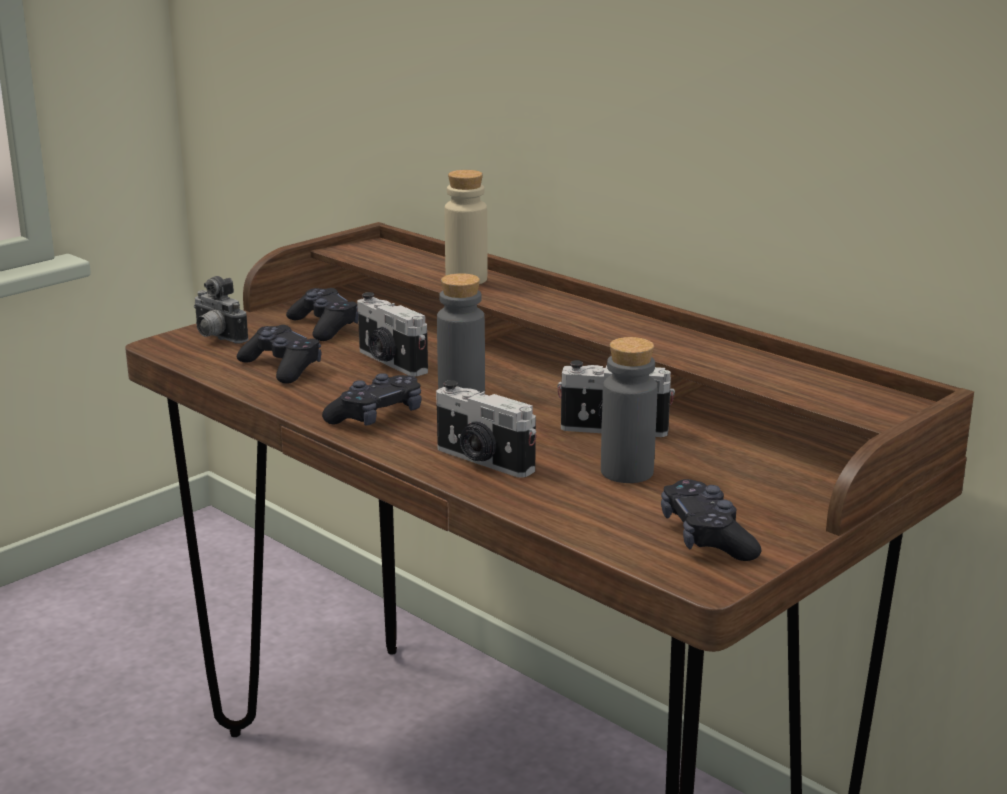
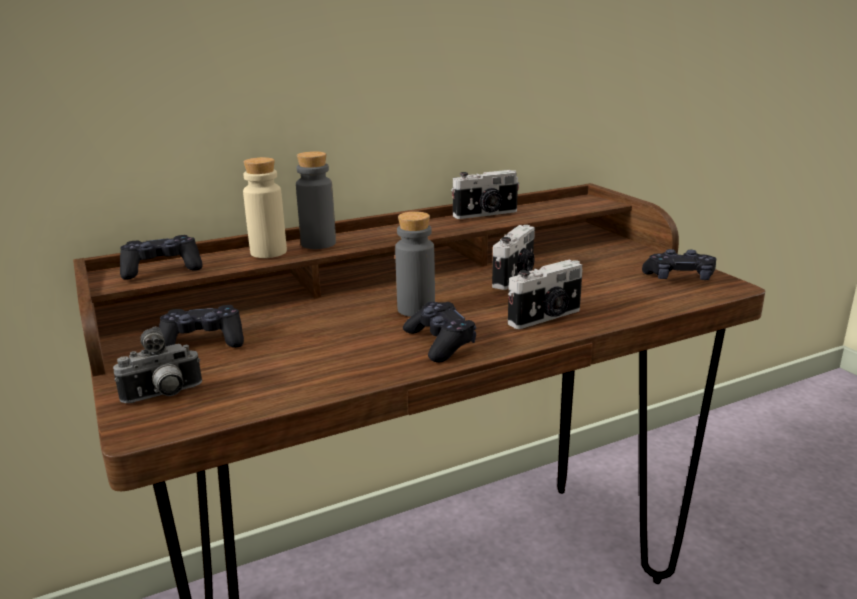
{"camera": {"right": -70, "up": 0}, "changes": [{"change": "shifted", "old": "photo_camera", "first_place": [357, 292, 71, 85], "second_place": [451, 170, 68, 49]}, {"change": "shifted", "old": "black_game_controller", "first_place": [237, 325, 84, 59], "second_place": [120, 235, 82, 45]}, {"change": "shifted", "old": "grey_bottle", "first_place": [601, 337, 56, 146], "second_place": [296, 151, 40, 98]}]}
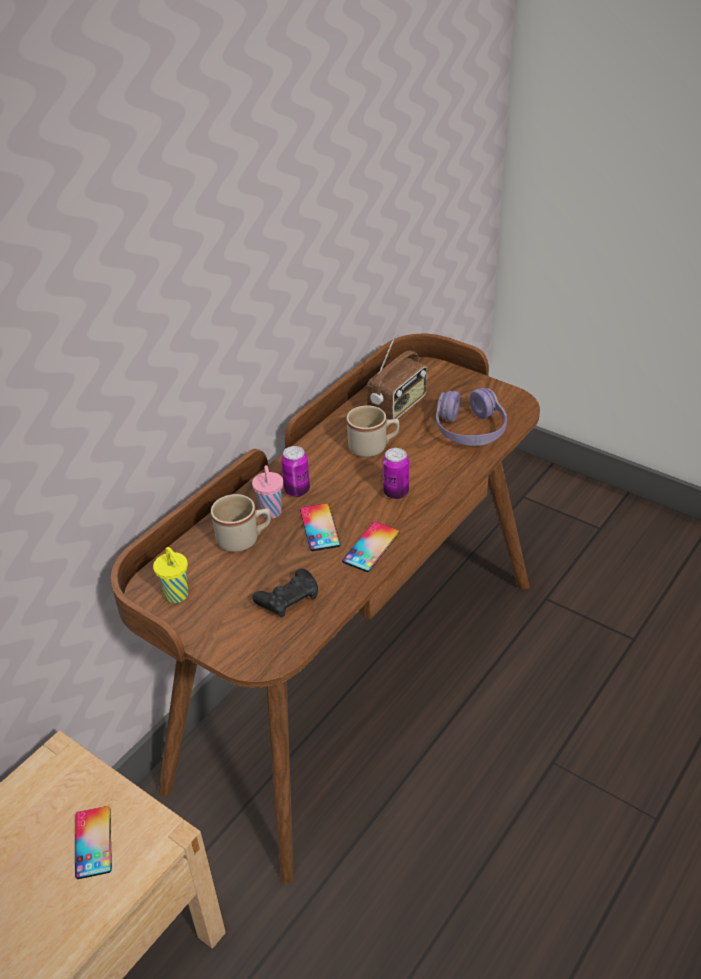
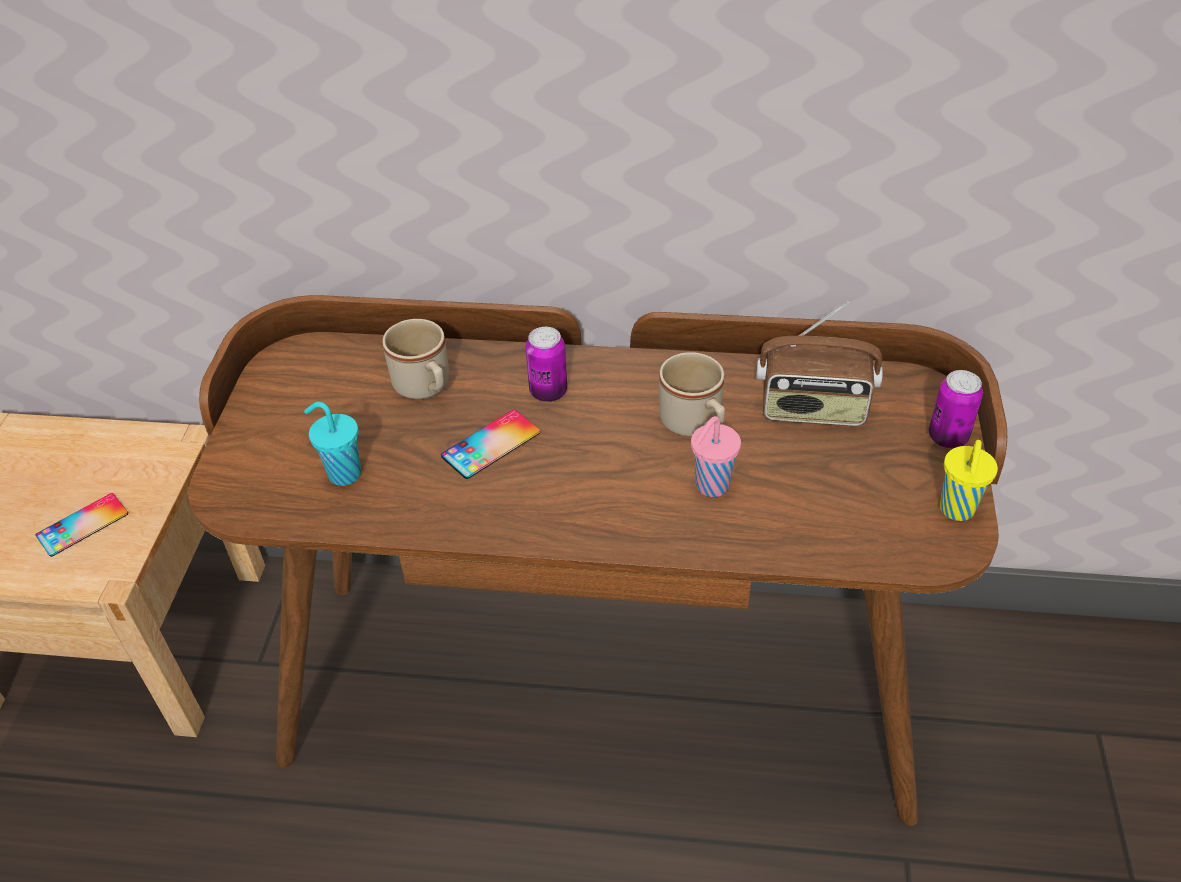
{"camera": {"right": 60, "up": 5}, "changes": [{"change": "gone", "old": "purple_headphones", "first_place": [436, 388, 71, 58]}, {"change": "shifted", "old": "can", "first_place": [383, 448, 26, 51], "second_place": [929, 370, 54, 78]}, {"change": "shifted", "old": "pink_cup", "first_place": [252, 465, 31, 54], "second_place": [691, 416, 50, 81]}, {"change": "gone", "old": "phone", "first_place": [342, 522, 58, 50]}, {"change": "shifted", "old": "yellow_cup", "first_place": [153, 547, 35, 56], "second_place": [940, 440, 58, 81]}, {"change": "swapped", "old": "black_game_controller", "new": "turquoise_cup", "first_place": [252, 569, 66, 49], "second_place": [304, 402, 57, 84]}]}
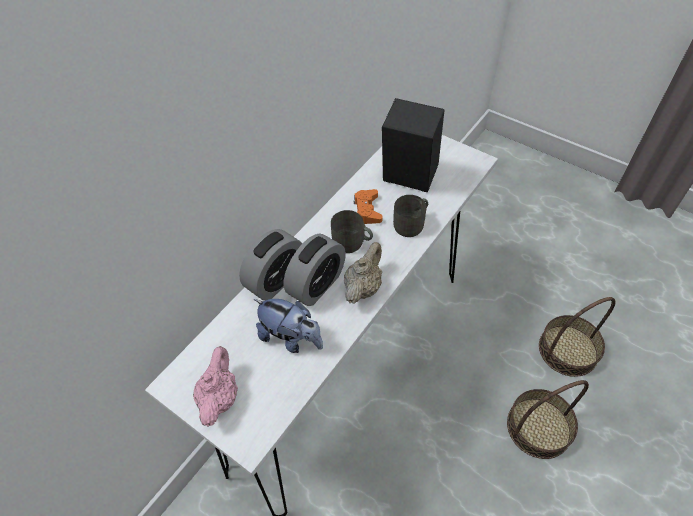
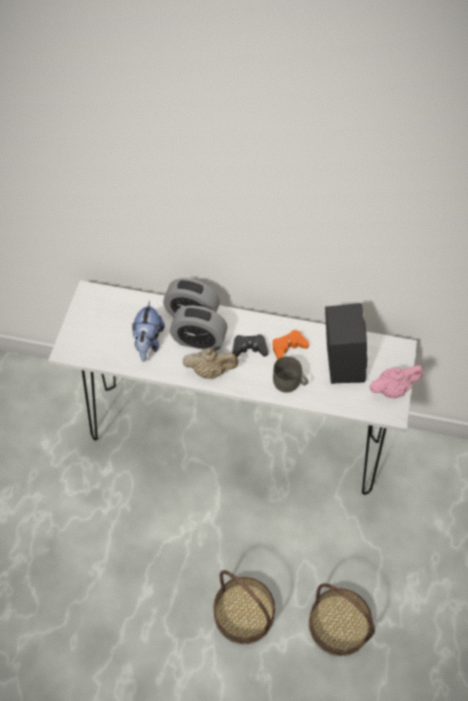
{"camera": {"right": 65, "up": 5}, "changes": [{"change": "swapped", "old": "grey_mug", "new": "black_game_controller", "first_place": [331, 210, 42, 43], "second_place": [232, 334, 36, 23]}, {"change": "shifted", "old": "pink_teapot", "first_place": [193, 346, 45, 80], "second_place": [369, 365, 55, 33]}]}
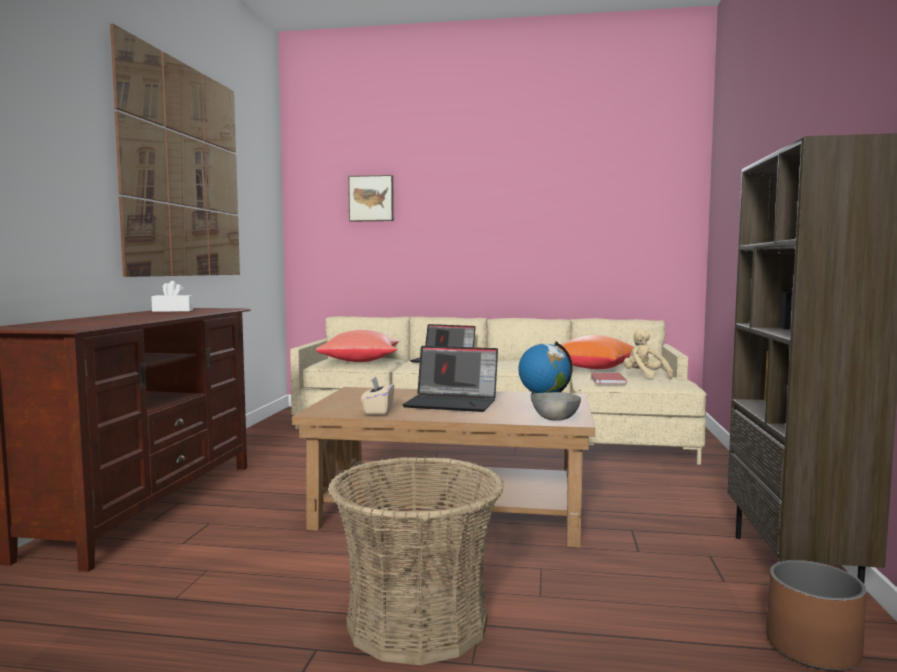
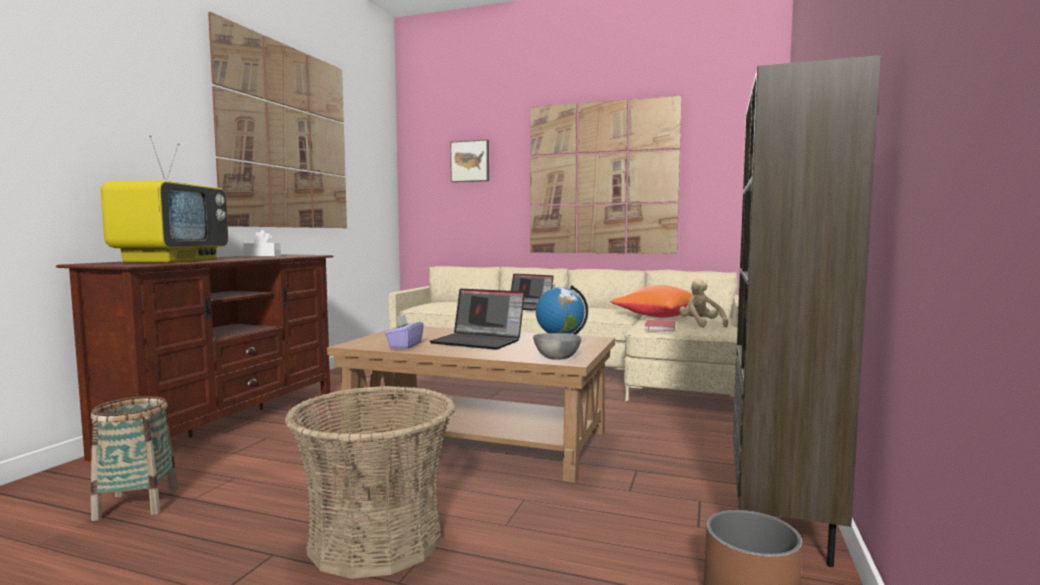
{"camera": {"right": 10, "up": 0}, "changes": [{"change": "gone", "old": "red_pillow", "first_place": [315, 330, 84, 32]}, {"change": "repainted", "old": "beige_tissue_box", "new": "purple_tissue_box", "first_place": [361, 377, 33, 38], "second_place": [385, 314, 39, 35]}, {"change": "new", "new": "picture", "second_place": [530, 95, 152, 159]}, {"change": "new", "new": "television", "second_place": [101, 135, 127, 128]}, {"change": "new", "new": "basket", "second_place": [91, 396, 87, 125]}]}
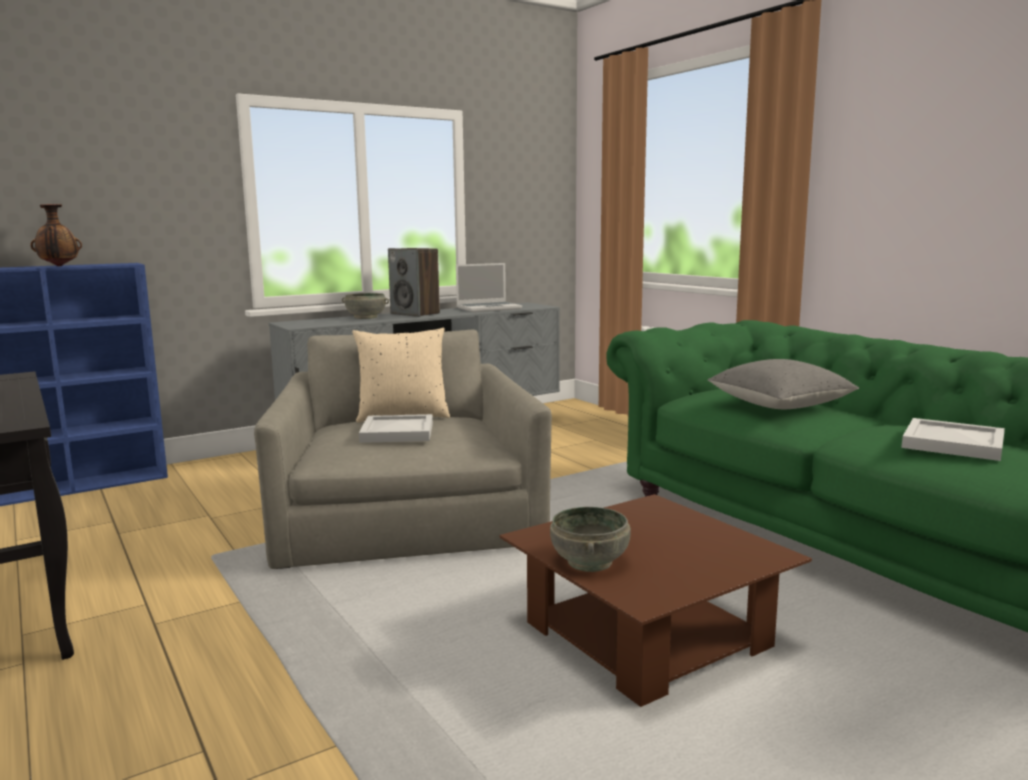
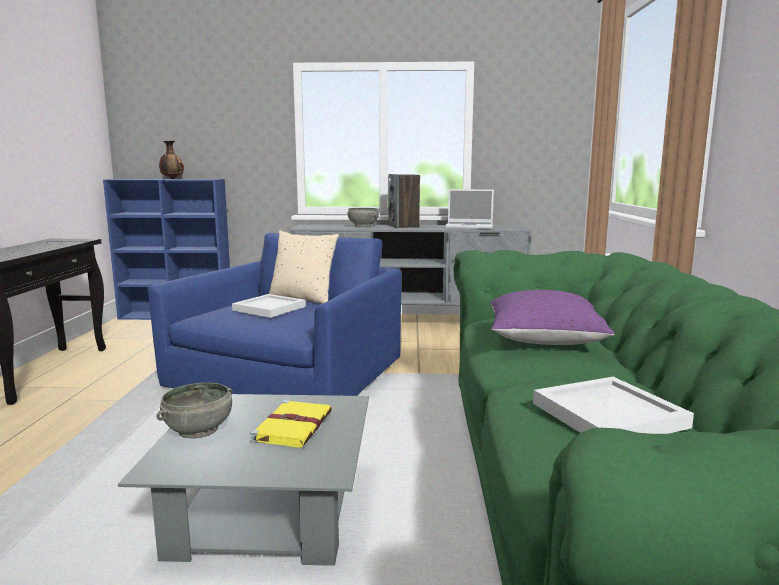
{"camera": {"right": 35, "up": 0}, "changes": [{"change": "repainted", "old": "grey_armchair", "new": "blue_armchair", "first_place": [254, 330, 298, 239], "second_place": [148, 233, 254, 163]}, {"change": "repainted", "old": "grey_pillow", "new": "purple_pillow", "first_place": [708, 359, 151, 50], "second_place": [490, 290, 125, 55]}, {"change": "repainted", "old": "brown_coffee_table", "new": "grey_coffee_table", "first_place": [500, 494, 312, 213], "second_place": [118, 394, 251, 172]}, {"change": "new", "new": "yellow_book", "second_place": [250, 400, 82, 48]}]}
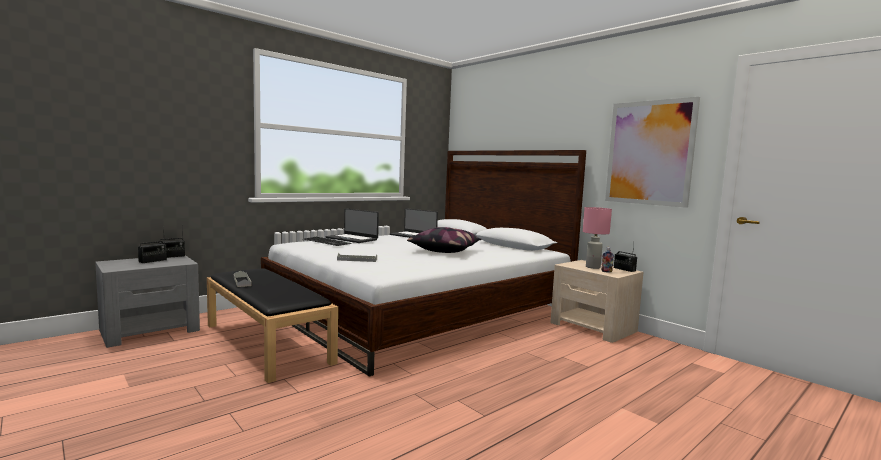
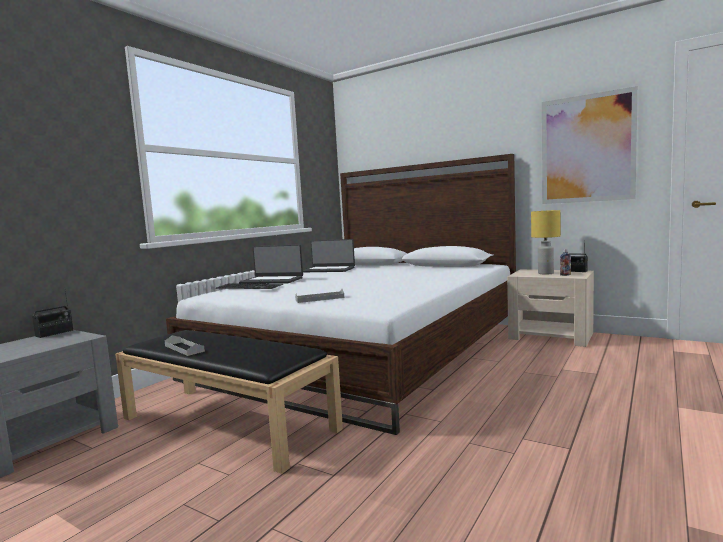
{"camera": {"right": -15, "up": 0}, "changes": [{"change": "repainted", "old": "pink_table_lamp", "new": "yellow_table_lamp", "first_place": [583, 207, 29, 62], "second_place": [531, 210, 29, 65]}, {"change": "gone", "old": "radio", "first_place": [138, 227, 29, 36]}, {"change": "gone", "old": "pillow", "first_place": [407, 227, 74, 26]}]}
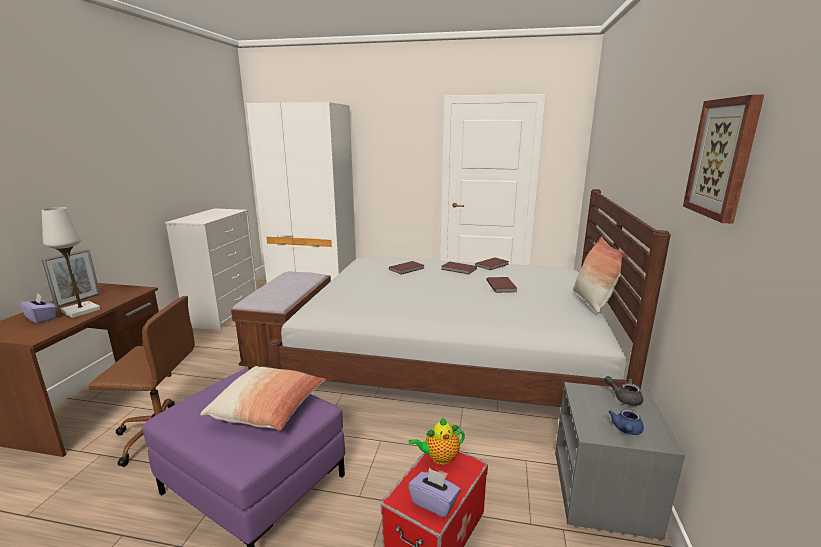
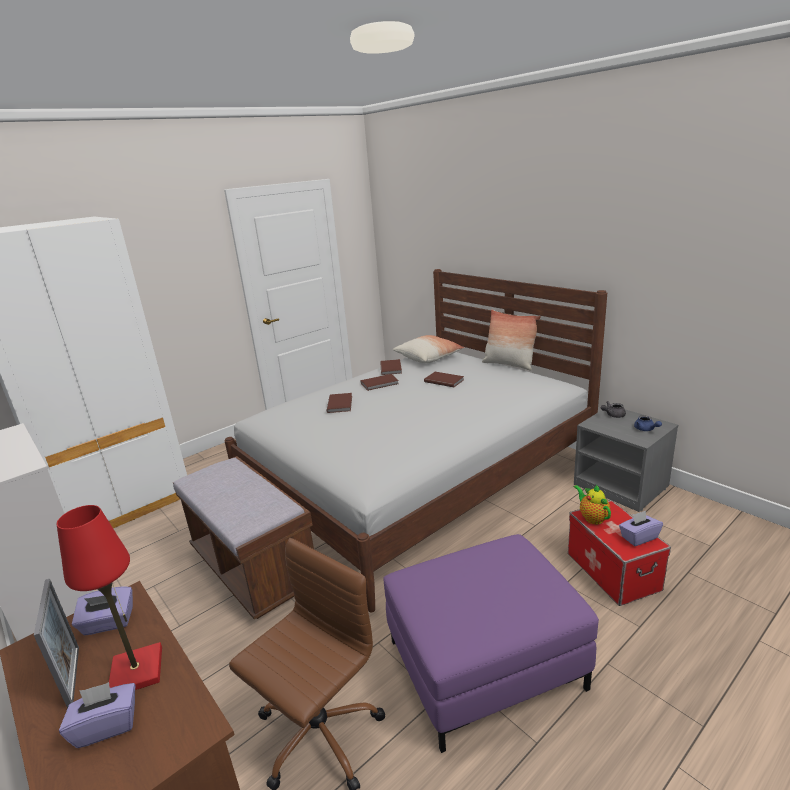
{"camera": {"right": -50, "up": 5}, "changes": [{"change": "gone", "old": "picture", "first_place": [683, 94, 81, 130]}, {"change": "repainted", "old": "white_table_lamp", "new": "red_table_lamp", "first_place": [42, 207, 59, 111], "second_place": [57, 505, 105, 185]}, {"change": "shifted", "old": "pillow", "first_place": [200, 366, 126, 65], "second_place": [393, 335, 72, 28]}, {"change": "rotated", "old": "teapot", "first_place": [409, 418, 56, 47], "second_place": [574, 484, 37, 40], "degrees": 135}, {"change": "new", "new": "purple_tissue_box", "second_place": [72, 586, 61, 49]}]}
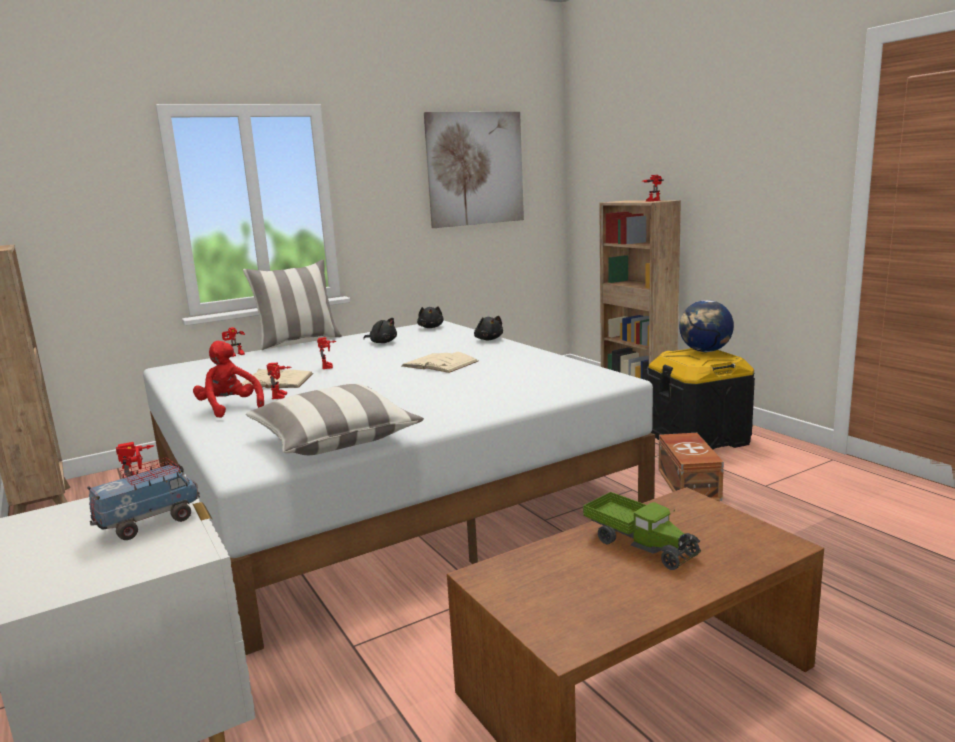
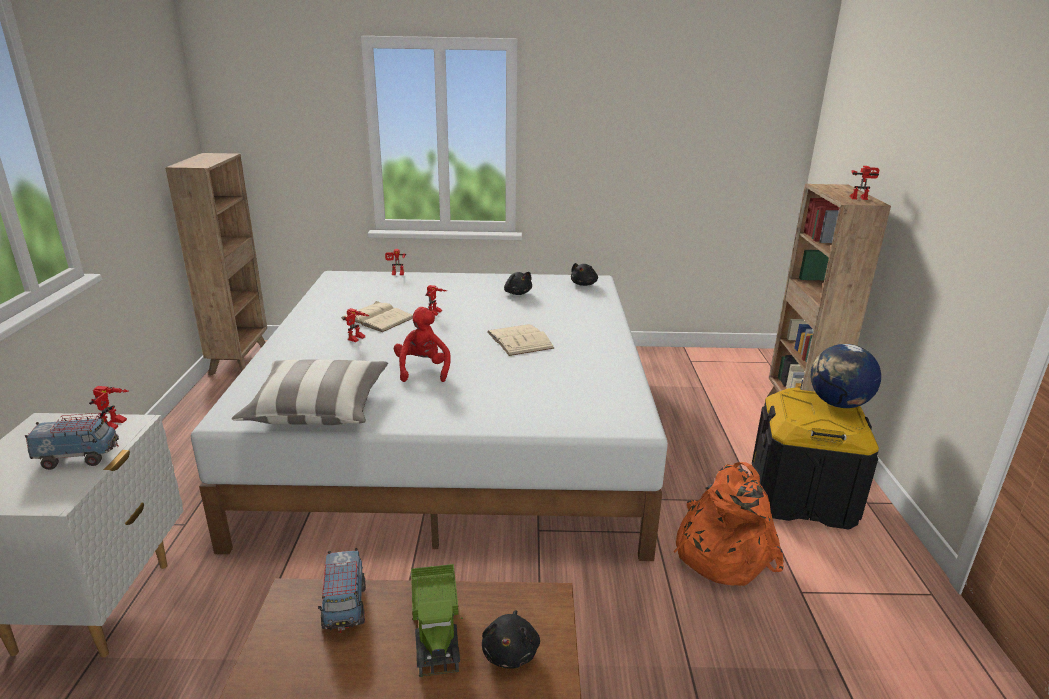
{"camera": {"right": 30, "up": 10}, "changes": [{"change": "gone", "old": "picture", "first_place": [424, 112, 100, 116]}, {"change": "gone", "old": "pillow", "first_place": [243, 260, 99, 90]}, {"change": "shifted", "old": "black_plush_toy", "first_place": [474, 316, 29, 24], "second_place": [482, 610, 58, 59]}, {"change": "shifted", "old": "red_plush_toy", "first_place": [193, 341, 71, 77], "second_place": [394, 307, 57, 75]}, {"change": "swapped", "old": "brown_storage_box", "new": "orange_backpack", "first_place": [658, 433, 66, 68], "second_place": [673, 462, 111, 124]}, {"change": "new", "new": "toy_truck", "second_place": [318, 548, 48, 85]}]}
